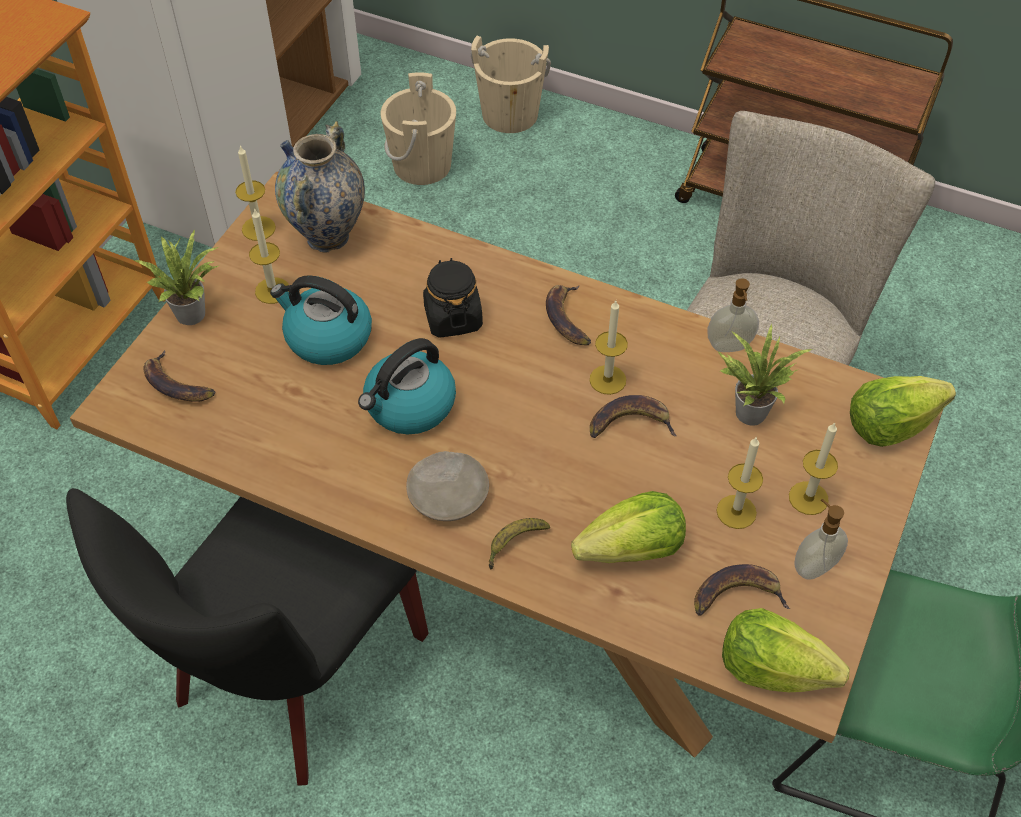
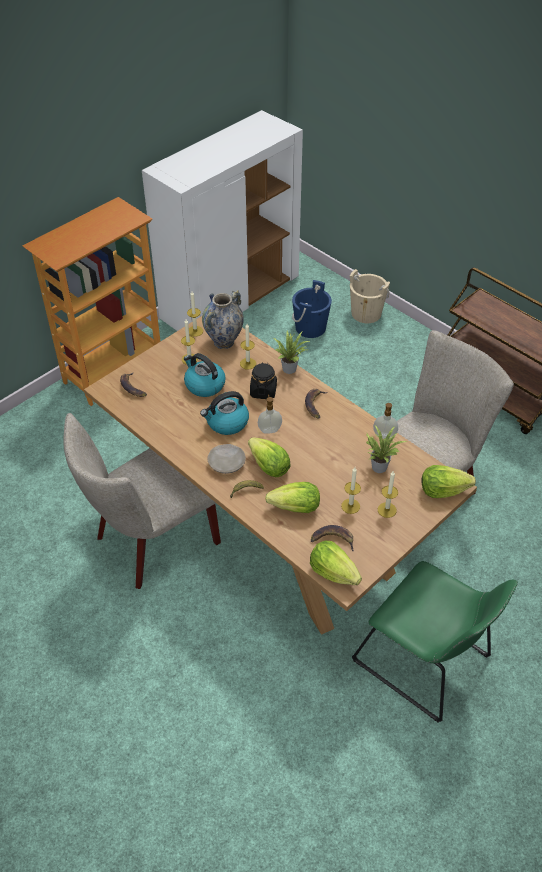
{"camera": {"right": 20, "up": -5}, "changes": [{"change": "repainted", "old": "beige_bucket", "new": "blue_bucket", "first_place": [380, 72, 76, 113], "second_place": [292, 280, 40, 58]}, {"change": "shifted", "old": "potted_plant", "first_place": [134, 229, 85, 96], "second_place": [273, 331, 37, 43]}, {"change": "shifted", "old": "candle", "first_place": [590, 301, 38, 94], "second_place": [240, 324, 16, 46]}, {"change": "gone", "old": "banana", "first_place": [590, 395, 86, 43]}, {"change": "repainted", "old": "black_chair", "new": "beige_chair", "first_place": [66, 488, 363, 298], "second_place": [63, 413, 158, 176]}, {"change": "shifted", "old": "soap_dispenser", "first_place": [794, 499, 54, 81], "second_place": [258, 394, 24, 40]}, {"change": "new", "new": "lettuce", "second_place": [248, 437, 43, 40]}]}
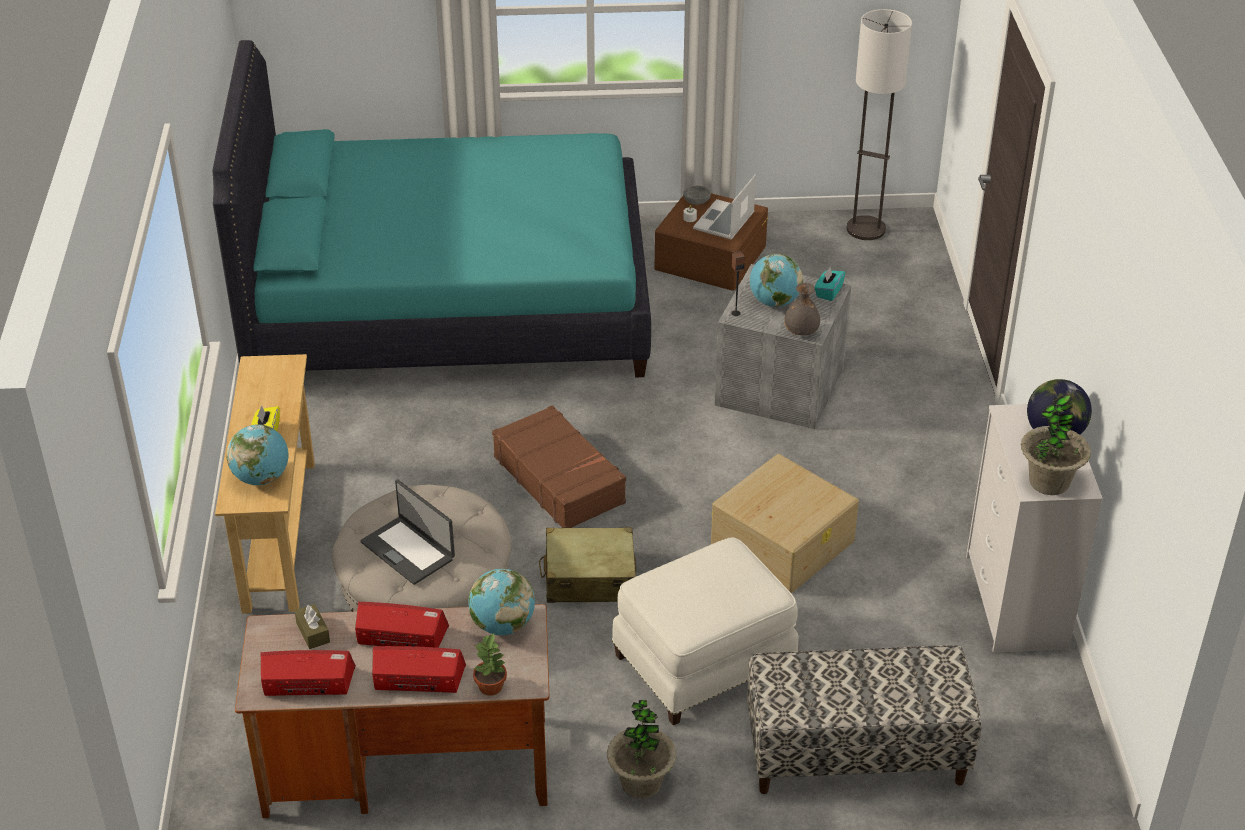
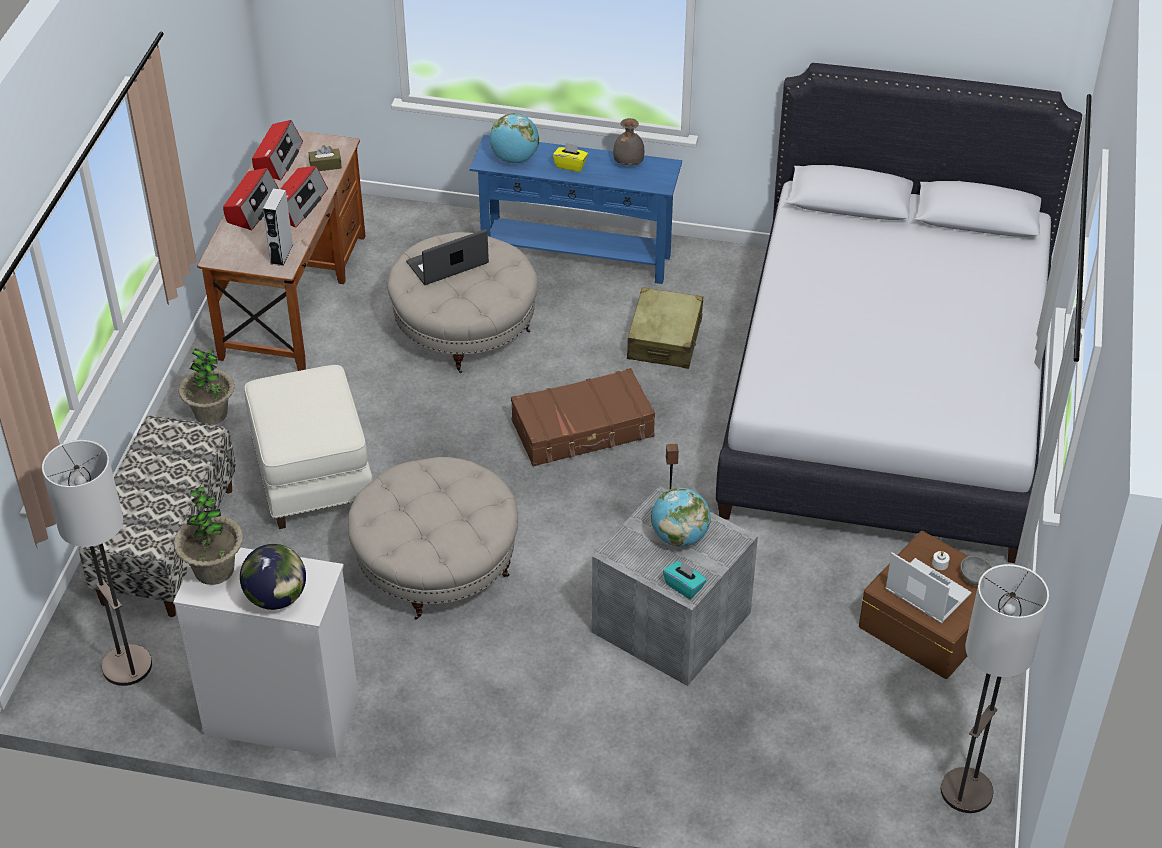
{"camera": {"right": 105, "up": 5}, "changes": [{"change": "repainted", "old": "turquoise_bed", "new": "white_bed", "first_place": [212, 40, 439, 338], "second_place": [716, 63, 366, 500]}, {"change": "shifted", "old": "grey_vase", "first_place": [784, 283, 36, 52], "second_place": [613, 118, 31, 47]}, {"change": "repainted", "old": "beige_console_table", "new": "blue_console_table", "first_place": [215, 354, 100, 260], "second_place": [470, 135, 212, 149]}, {"change": "swapped", "old": "beige_storage_box", "new": "beige_ottoman", "first_place": [711, 454, 148, 139], "second_place": [348, 457, 170, 162]}, {"change": "shifted", "old": "beige_suitcase", "first_place": [539, 527, 98, 76], "second_place": [627, 287, 76, 82]}, {"change": "swapped", "old": "globe", "new": "grey_speaker", "first_place": [468, 569, 67, 66], "second_place": [263, 188, 30, 78]}, {"change": "gone", "old": "potted_plant", "first_place": [473, 634, 34, 62]}, {"change": "new", "new": "floor_lamp", "second_place": [42, 440, 110, 246]}]}
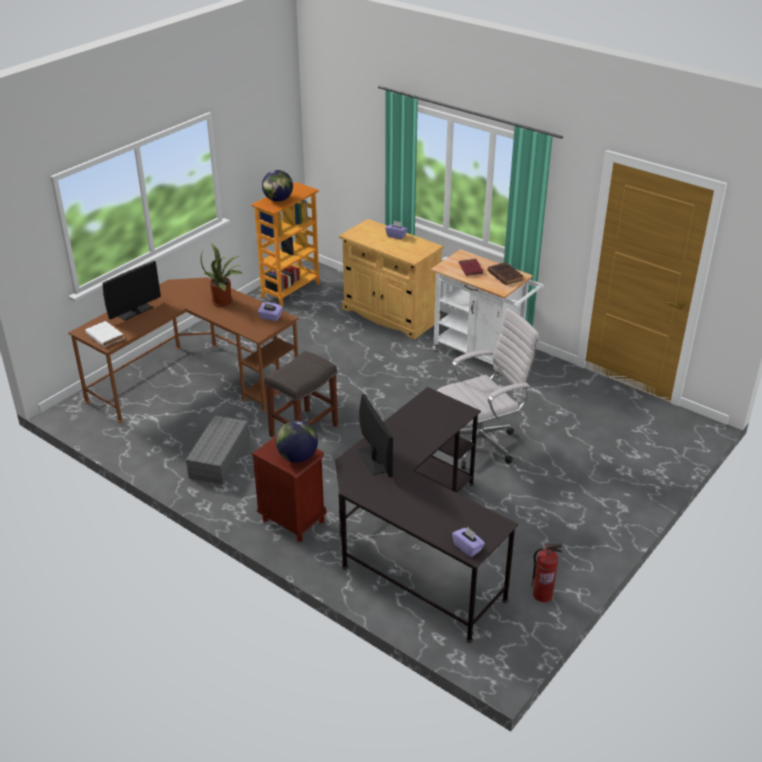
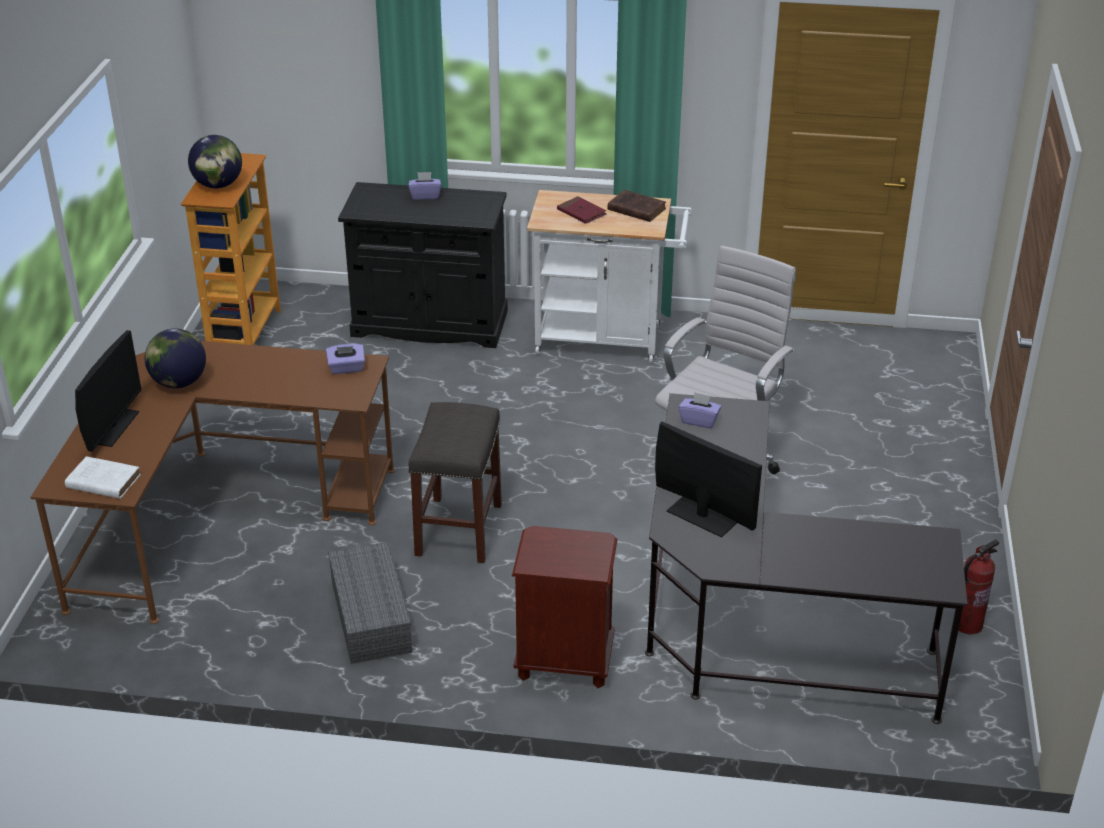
{"camera": {"right": -30, "up": 0}, "changes": [{"change": "repainted", "old": "beige_cabinet", "new": "black_cabinet", "first_place": [339, 219, 105, 120], "second_place": [338, 182, 170, 166]}, {"change": "gone", "old": "potted_plant", "first_place": [201, 243, 42, 63]}, {"change": "shifted", "old": "globe", "first_place": [276, 421, 42, 42], "second_place": [145, 328, 61, 60]}, {"change": "shifted", "old": "purple_tissue_box", "first_place": [452, 526, 33, 31], "second_place": [679, 392, 43, 36]}]}
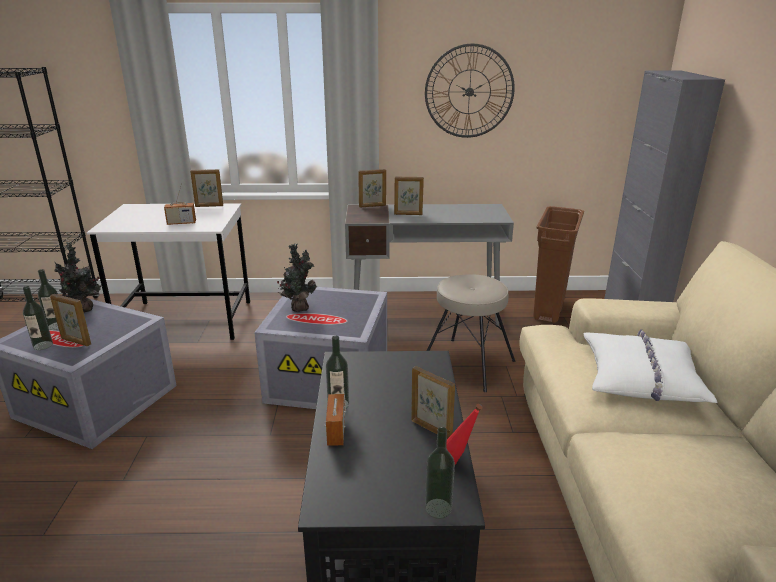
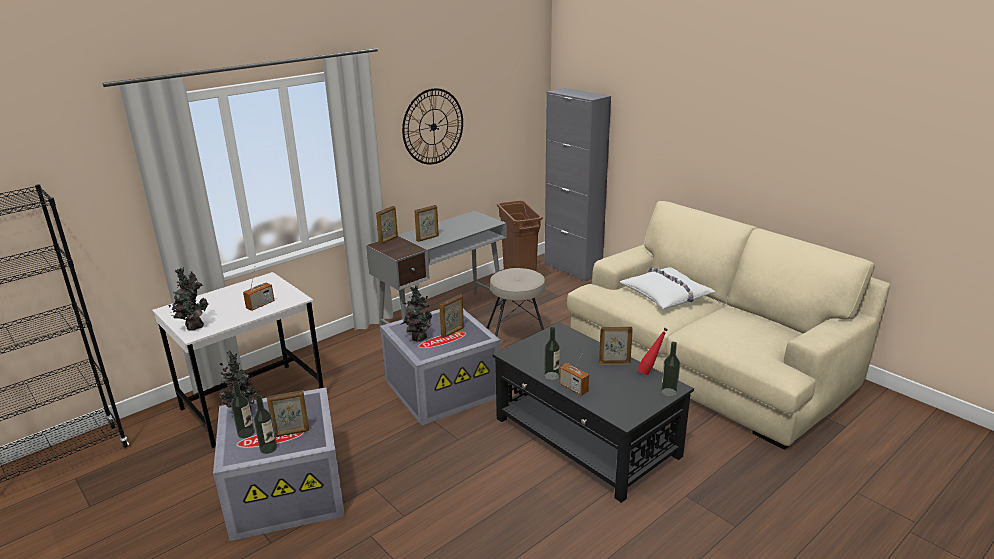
{"camera": {"right": -40, "up": 0}, "changes": [{"change": "shifted", "old": "picture_frame", "first_place": [190, 169, 33, 38], "second_place": [439, 294, 25, 44]}, {"change": "new", "new": "potted_plant", "second_place": [169, 268, 40, 63]}]}
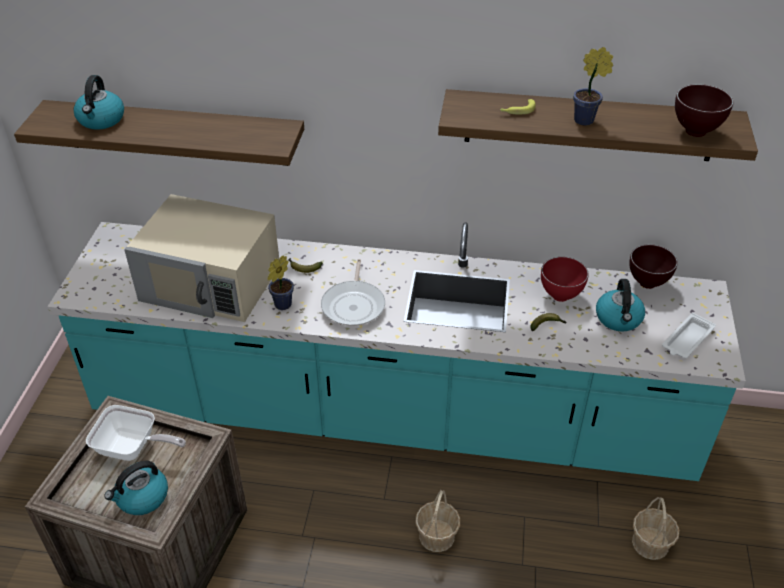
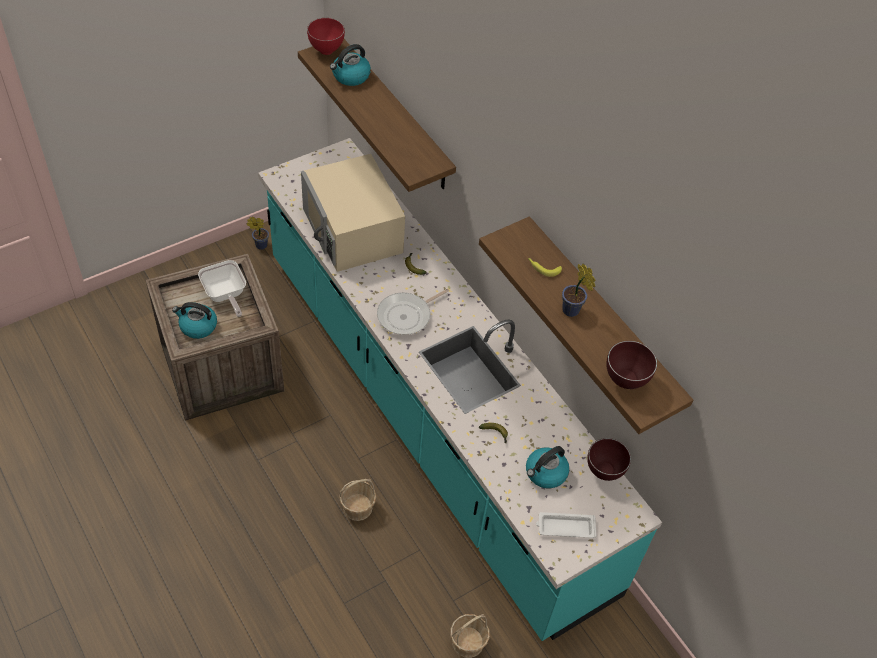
{"camera": {"right": 45, "up": 10}, "changes": [{"change": "shifted", "old": "potted_plant", "first_place": [268, 256, 26, 54], "second_place": [247, 217, 22, 33]}, {"change": "shifted", "old": "red_bowl", "first_place": [541, 257, 48, 45], "second_place": [307, 18, 38, 37]}]}
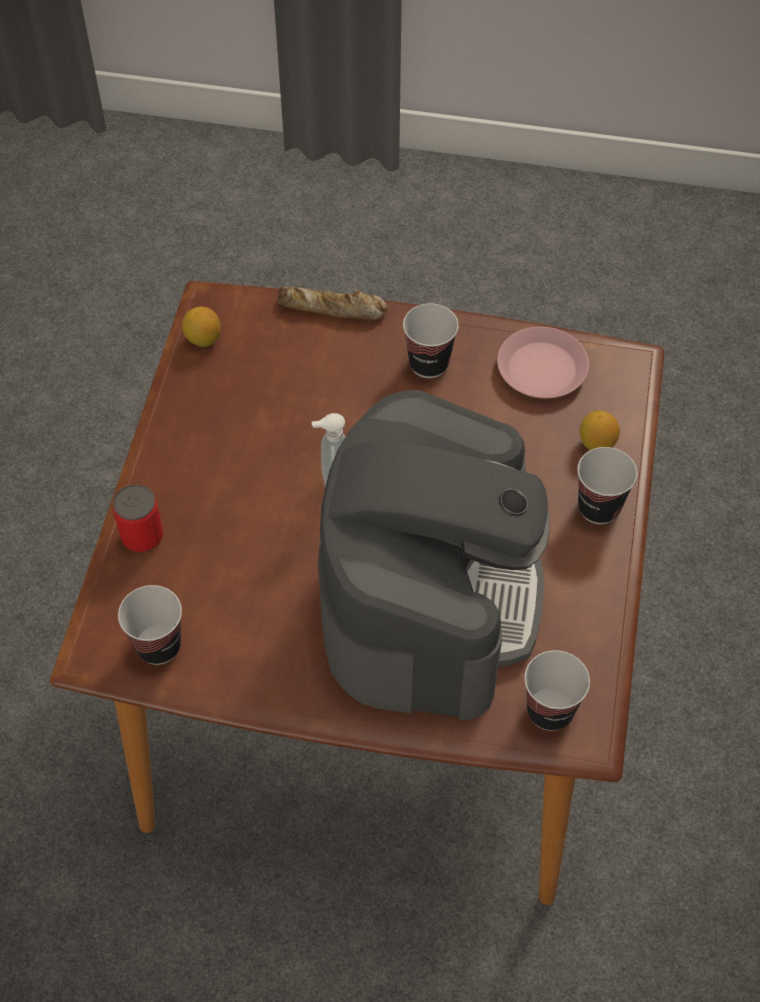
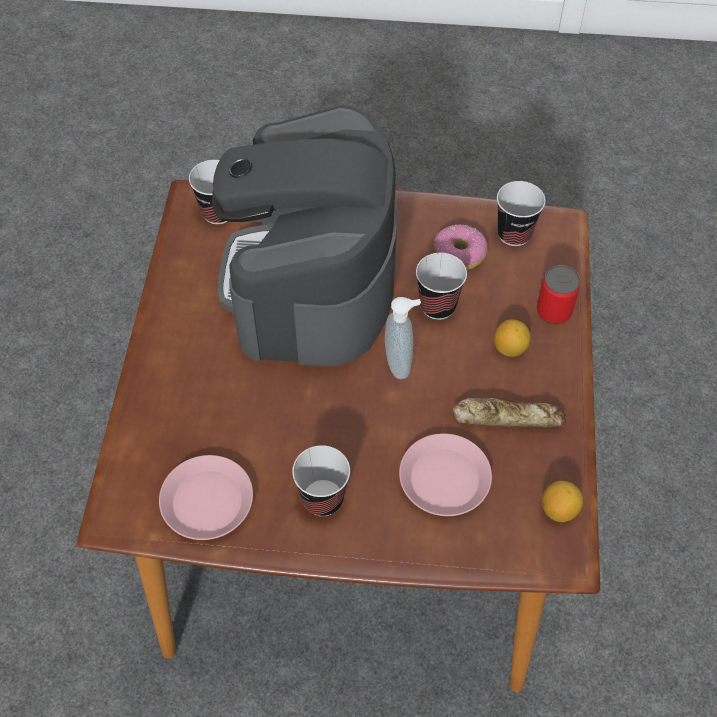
{"camera": {"right": 175, "up": 0}, "changes": [{"change": "shifted", "old": "bread", "first_place": [277, 286, 111, 34], "second_place": [453, 398, 113, 29]}, {"change": "shifted", "old": "lemon", "first_place": [580, 410, 40, 40], "second_place": [494, 319, 37, 38]}, {"change": "shifted", "old": "cup", "first_place": [577, 447, 60, 77], "second_place": [416, 253, 51, 67]}, {"change": "new", "new": "donut", "second_place": [433, 224, 55, 46]}, {"change": "new", "new": "pink_plate", "second_place": [399, 433, 93, 83]}]}
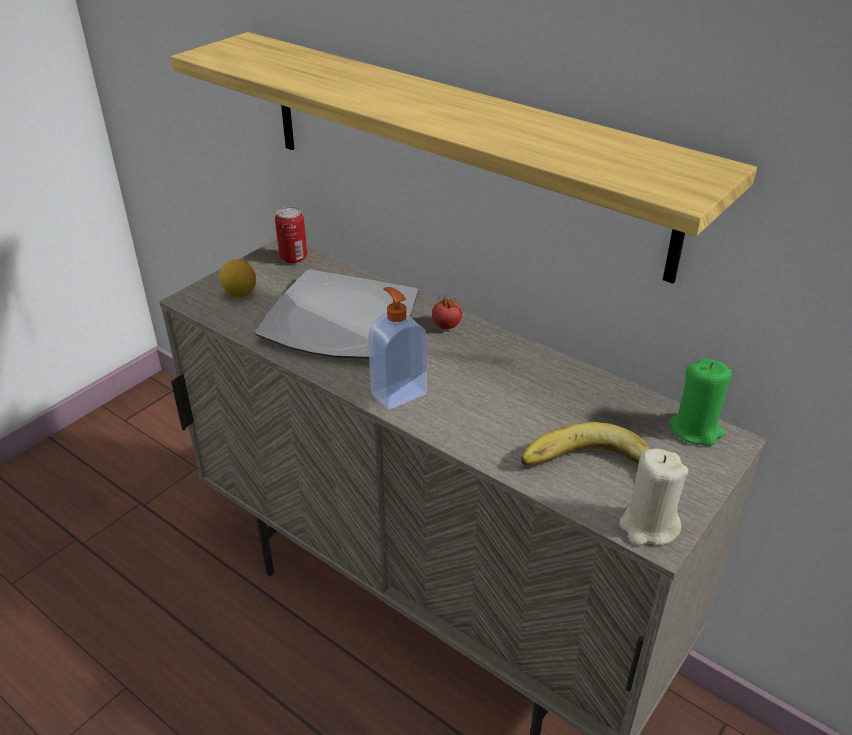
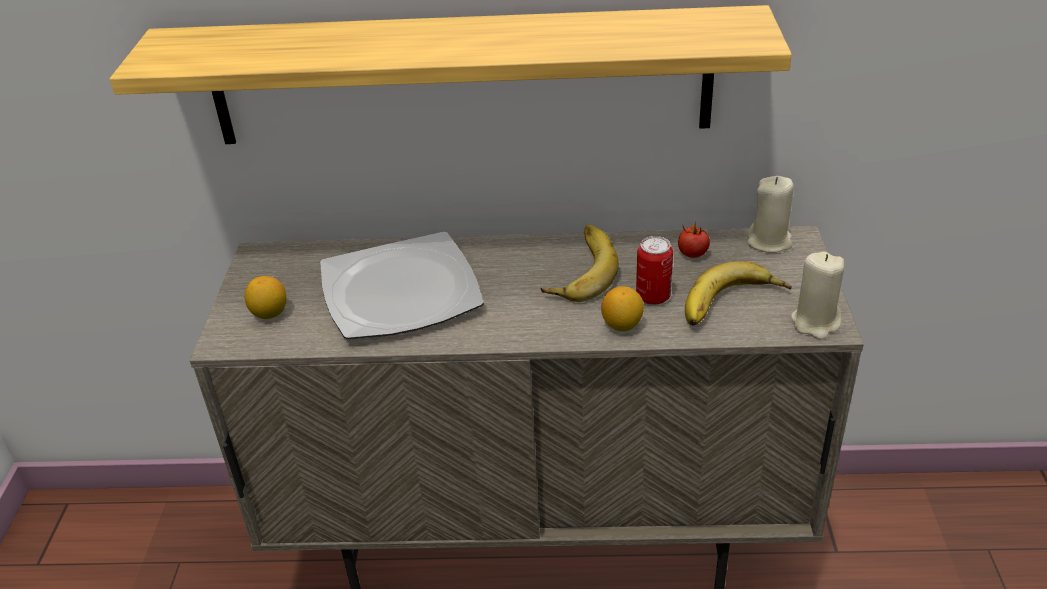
{"camera": {"right": -35, "up": 0}, "changes": [{"change": "shifted", "old": "can", "first_place": [275, 207, 32, 57], "second_place": [636, 236, 37, 69]}, {"change": "gone", "old": "soap_dispenser", "first_place": [368, 287, 59, 123]}, {"change": "shifted", "old": "tomato", "first_place": [432, 294, 30, 35], "second_place": [678, 222, 32, 36]}, {"change": "repainted", "old": "green_candle", "new": "beige_candle", "first_place": [669, 358, 63, 88], "second_place": [747, 176, 47, 77]}, {"change": "new", "new": "banana", "second_place": [541, 225, 78, 77]}, {"change": "new", "new": "lemon", "second_place": [601, 286, 43, 45]}]}
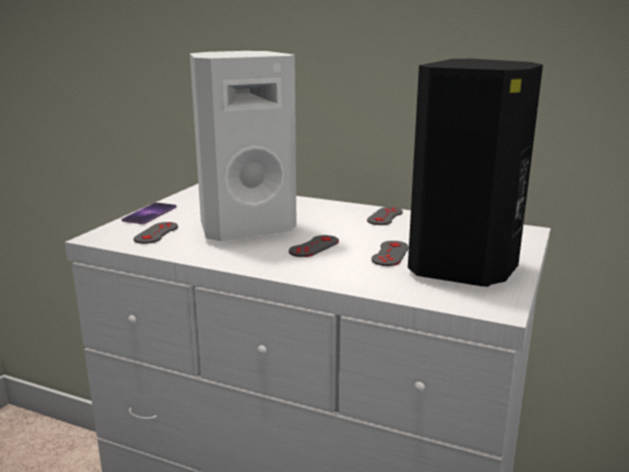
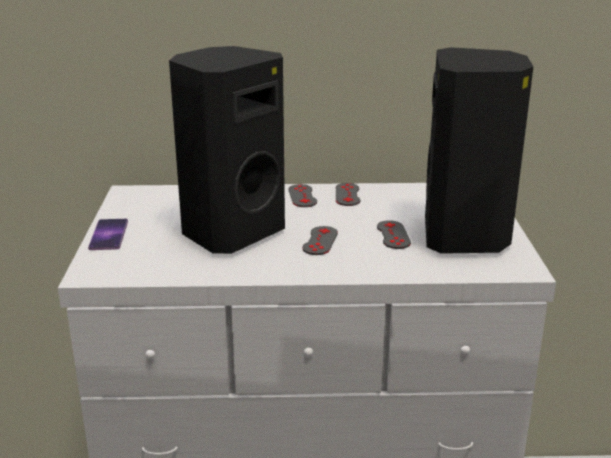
{"camera": {"right": -25, "up": 5}, "changes": [{"change": "repainted", "old": "white_speaker", "new": "black_speaker", "first_place": [190, 51, 107, 190], "second_place": [169, 46, 116, 208]}, {"change": "shifted", "old": "grey_game_controller", "first_place": [134, 222, 44, 22], "second_place": [288, 184, 29, 23]}]}
